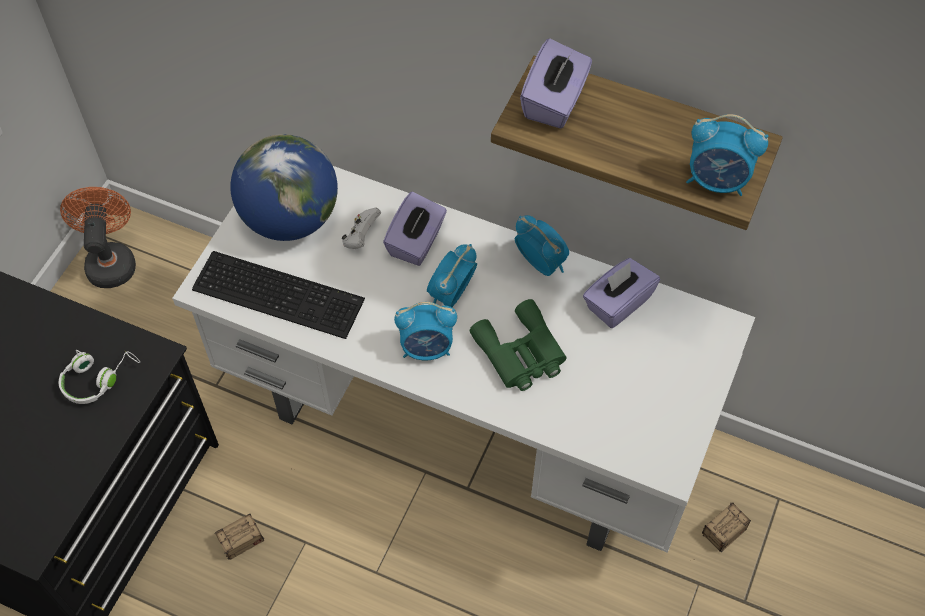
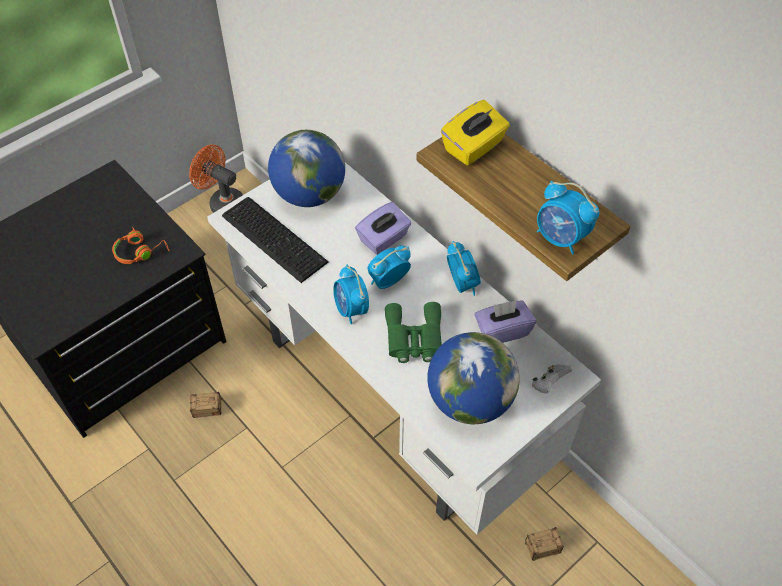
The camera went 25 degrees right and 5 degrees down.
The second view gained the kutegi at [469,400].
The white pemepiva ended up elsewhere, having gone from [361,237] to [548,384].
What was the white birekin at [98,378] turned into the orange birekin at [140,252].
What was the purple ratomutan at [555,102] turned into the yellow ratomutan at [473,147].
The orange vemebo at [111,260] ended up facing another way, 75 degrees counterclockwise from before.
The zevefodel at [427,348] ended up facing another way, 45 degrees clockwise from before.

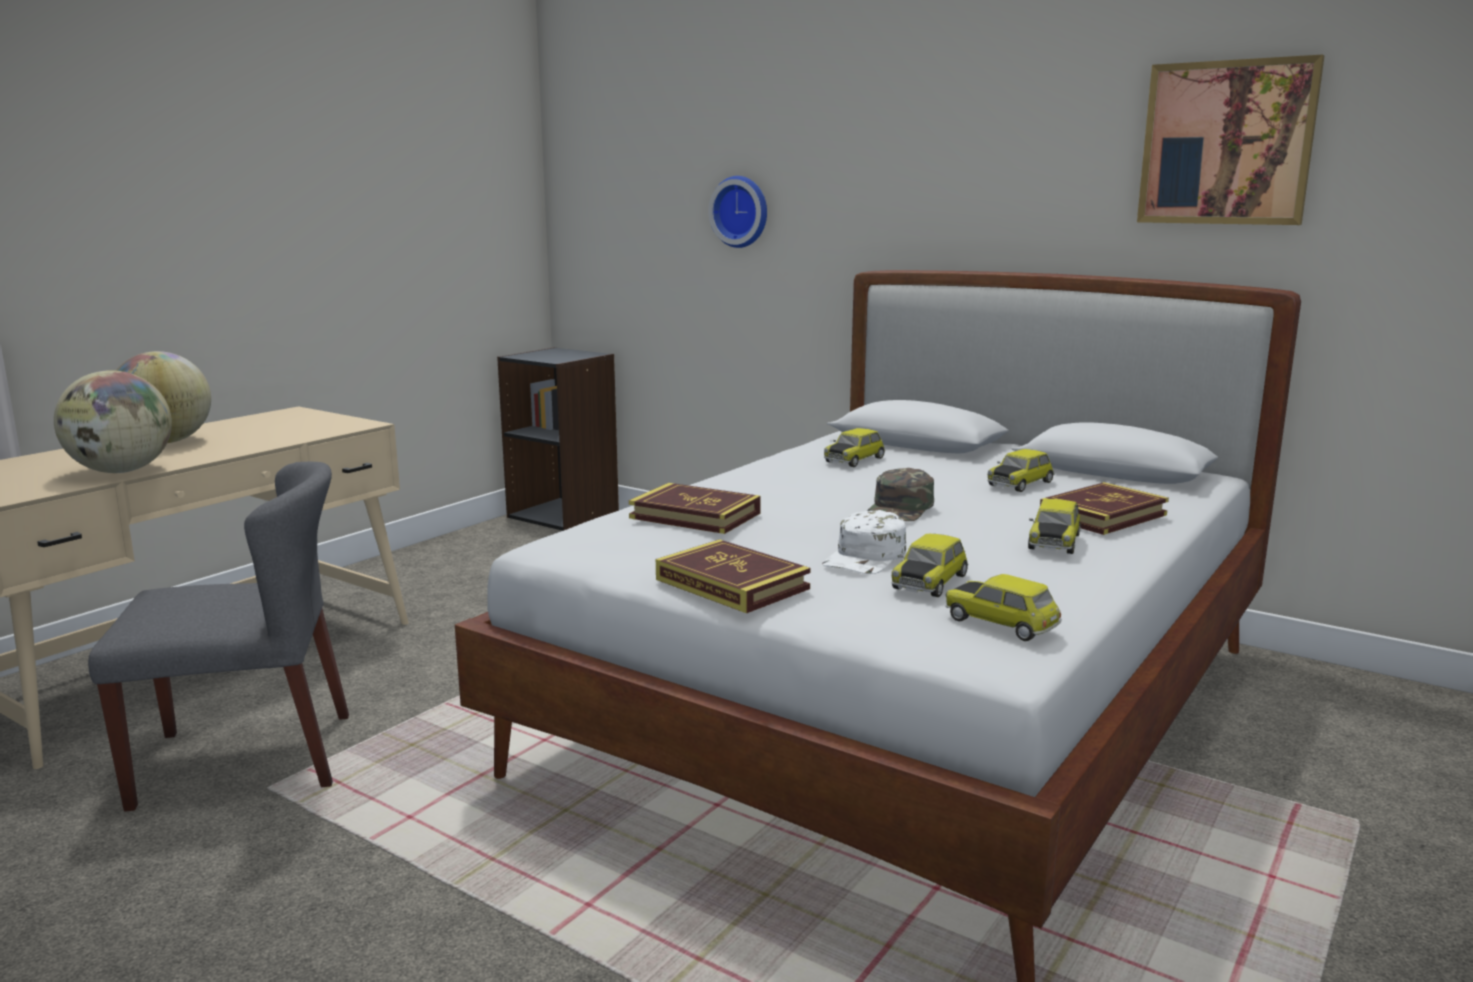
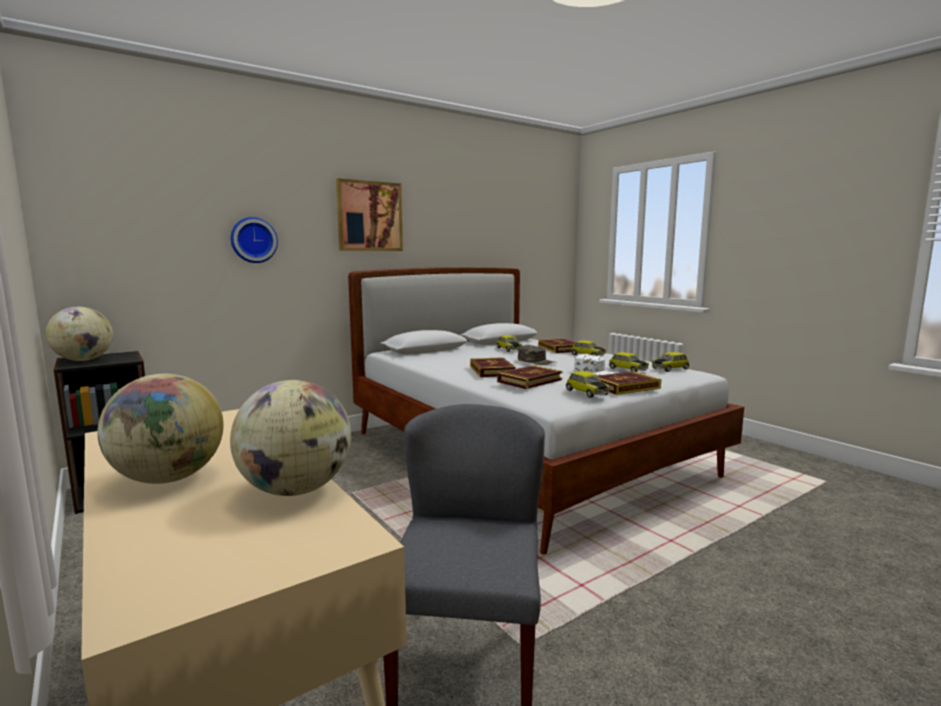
The camera went 70 degrees left and 5 degrees down.
The second view gained the kutegi at [84,360].
The second view gained the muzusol at [492,370].
The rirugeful ended up elsewhere, having gone from [854,460] to [586,392].
The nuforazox ended up elsewhere, having gone from [1226,143] to [369,216].

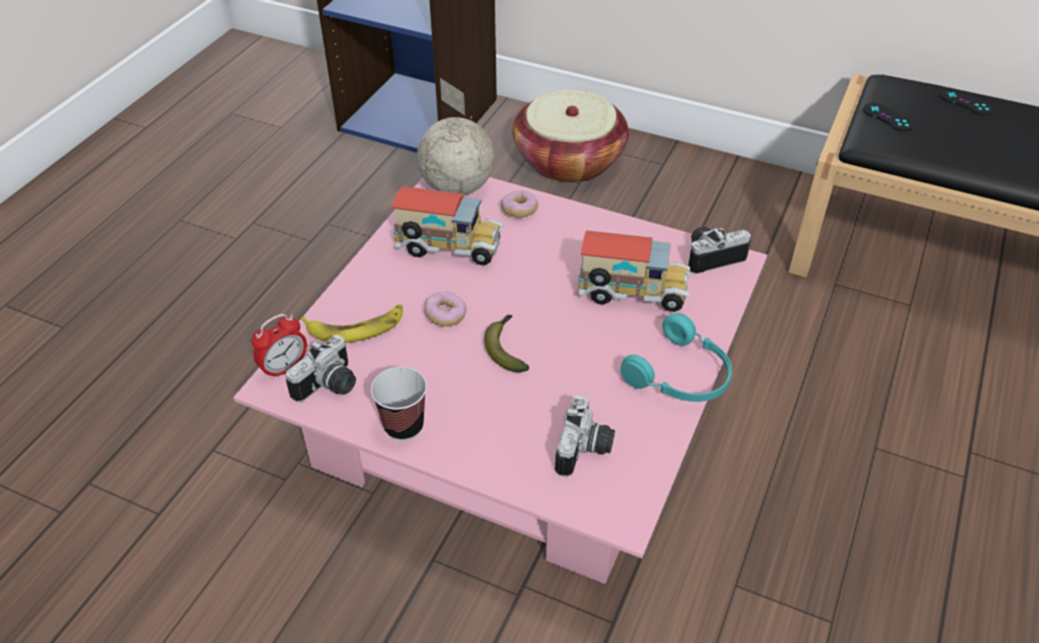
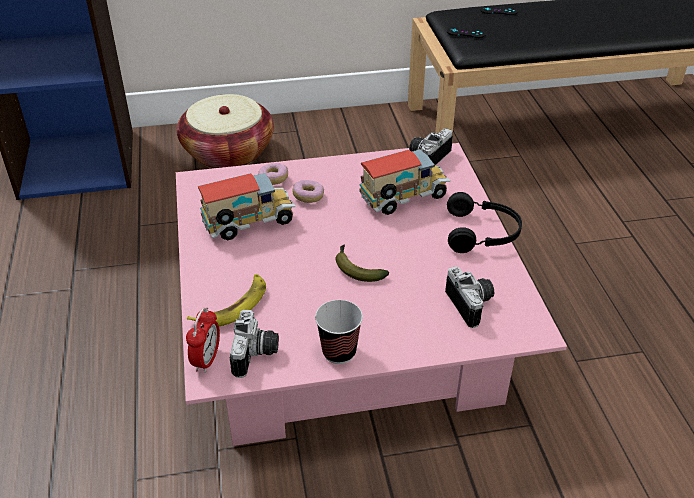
The camera went 35 degrees left and 5 degrees down.
The second view lost the kutegi at [457,187].
The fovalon ended up elsewhere, having gone from [445,316] to [308,197].
What was the turquoise birekin at [681,376] turned into the black birekin at [482,233].

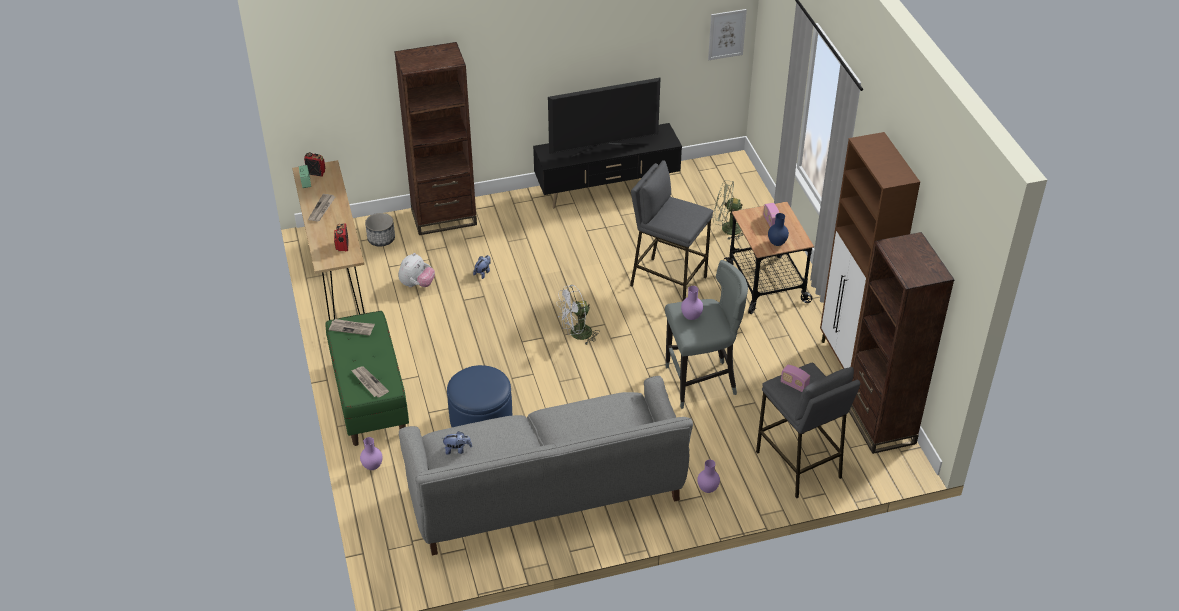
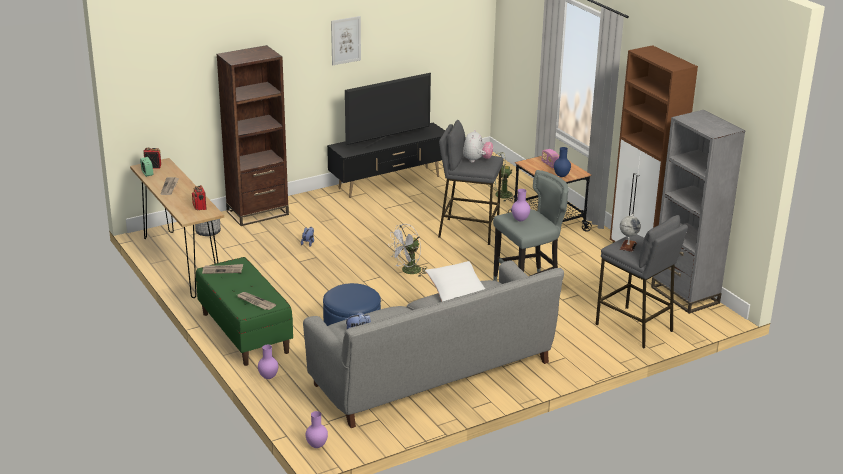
The camera went 15 degrees left and 15 degrees down.
The second view gained the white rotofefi at [456,291].
The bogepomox ended up elsewhere, having gone from [417,284] to [477,160].
The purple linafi ended up elsewhere, having gone from [707,489] to [317,446].
The nuforazox ended up elsewhere, having gone from [726,34] to [345,40].
Where the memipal stood at [794,385], the kutegi came to stand at [628,246].
What was the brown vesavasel at [880,424] turned into the grey vesavasel at [684,295].

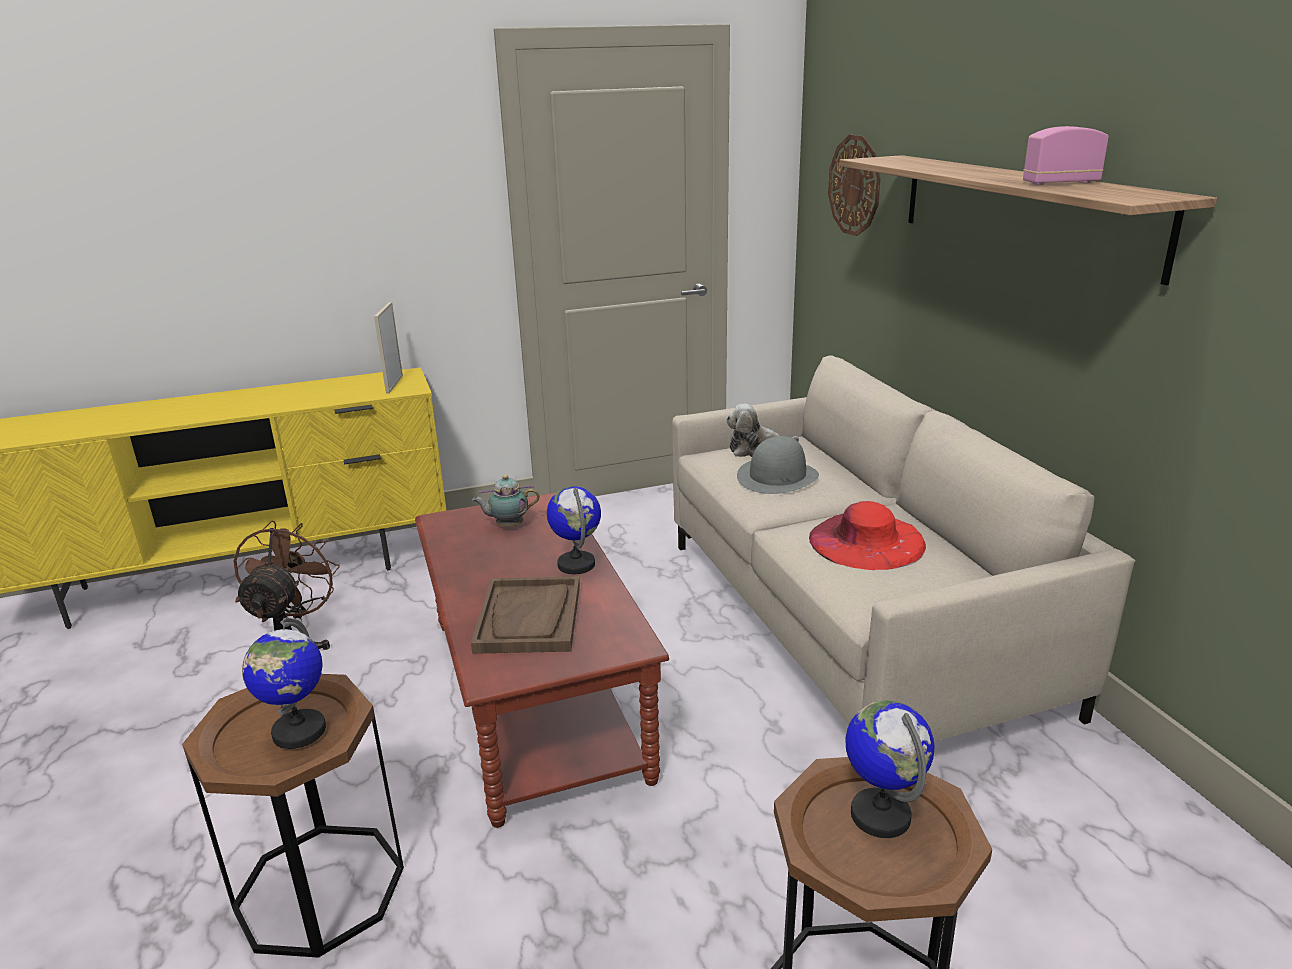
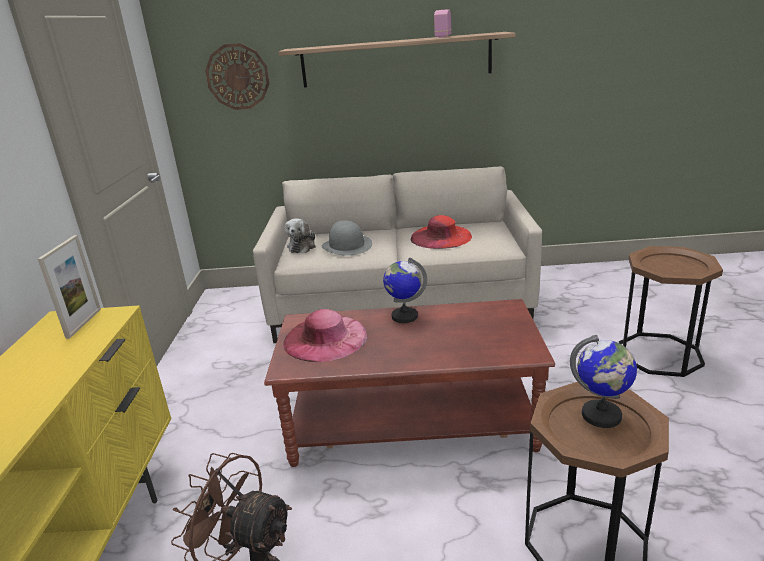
The camera went 70 degrees left and 0 degrees up.
The second view lost the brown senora at [529,618].
The second view lost the kutegi at [880,815].
Where the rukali stood at [508,526], the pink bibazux came to stand at [325,338].
The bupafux at [394,384] ended up facing another way, 105 degrees counterclockwise from before.

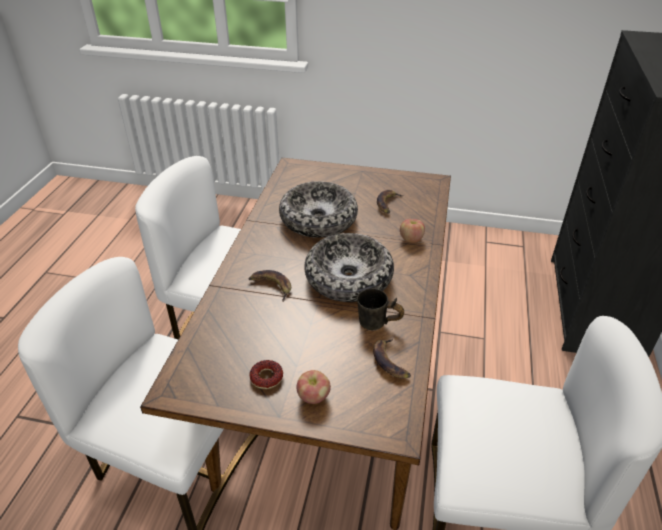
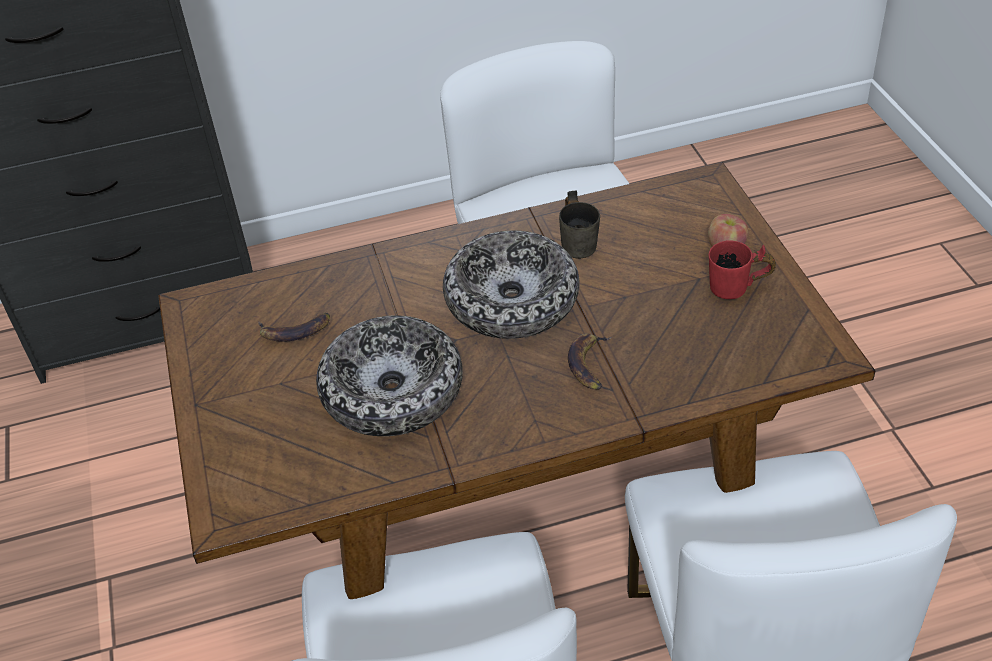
The camera went 115 degrees left and 5 degrees up.
The second view lost the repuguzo at [390,361].
The second view lost the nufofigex at [411,239].
Where the fovalon stood at [266,377], the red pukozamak came to stand at [737,292].

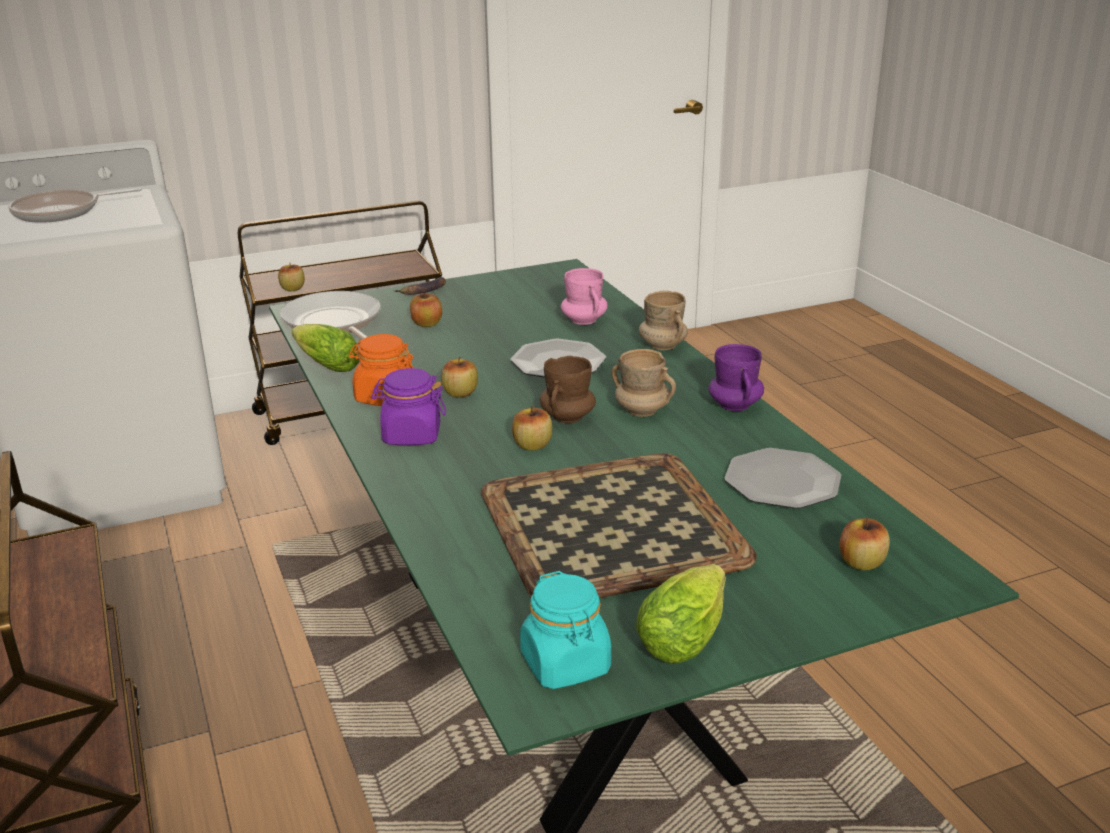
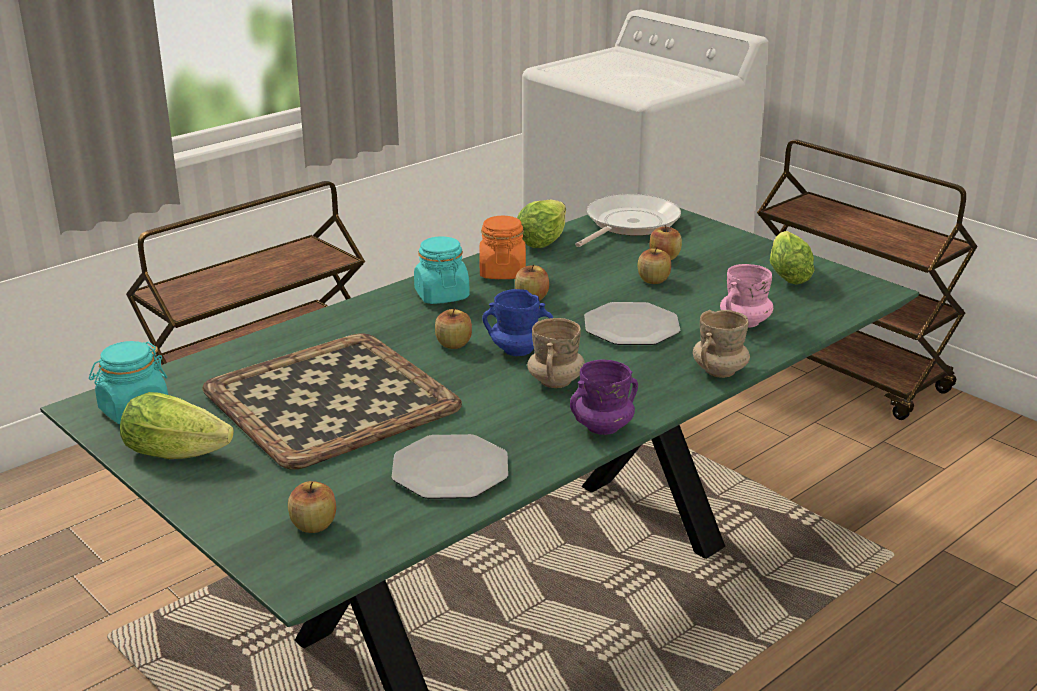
The camera went 70 degrees right and 0 degrees up.
The second view lost the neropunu at [61,212].
The second view lost the repuguzo at [423,290].
The second view gained the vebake at [788,273].
The nufofigex ended up elsewhere, having gone from [292,289] to [653,280].
What was the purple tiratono at [411,435] turned into the turquoise tiratono at [441,295].
What was the brown pukozamak at [567,417] turned into the blue pukozamak at [518,350].

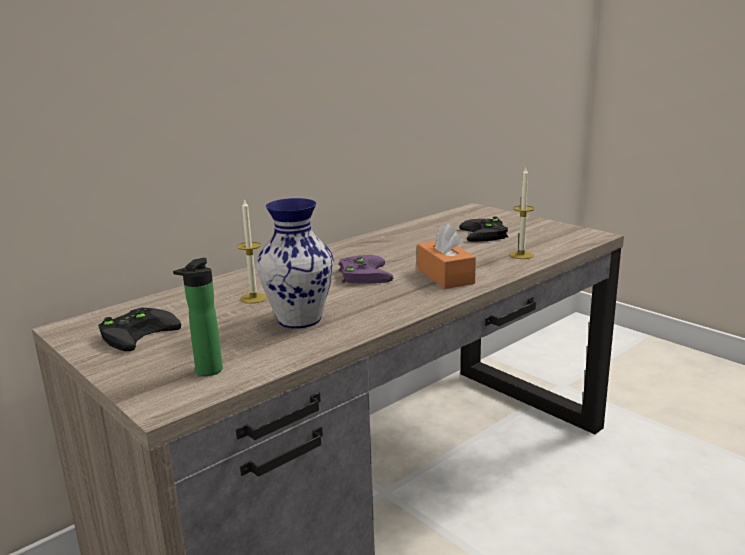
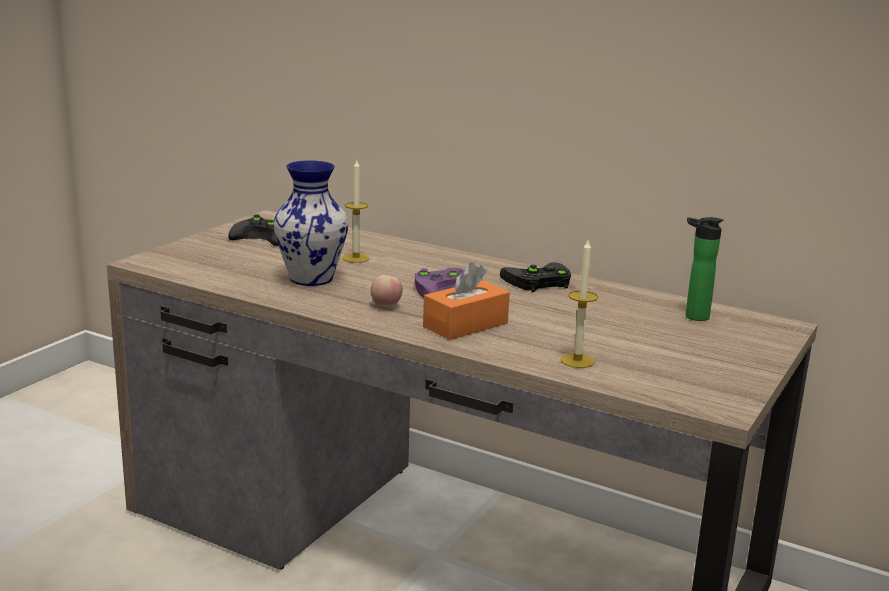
The camera went 70 degrees right and 0 degrees up.
The second view gained the nufofigex at [386,306].
The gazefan ended up elsewhere, having gone from [206,372] to [693,316].
The black pemepiva ended up elsewhere, having gone from [486,234] to [536,282].

